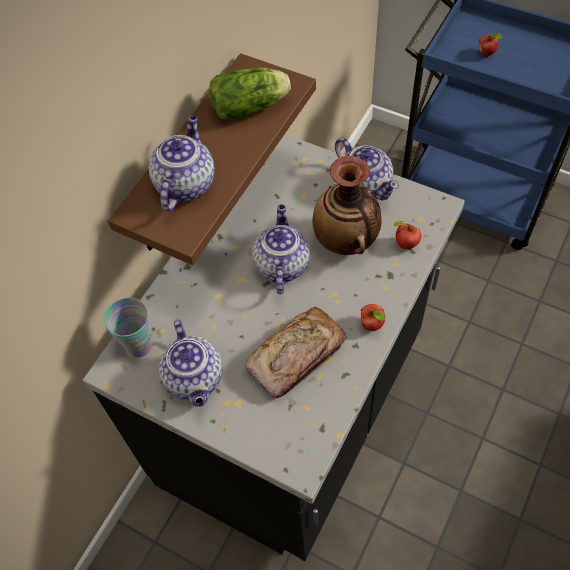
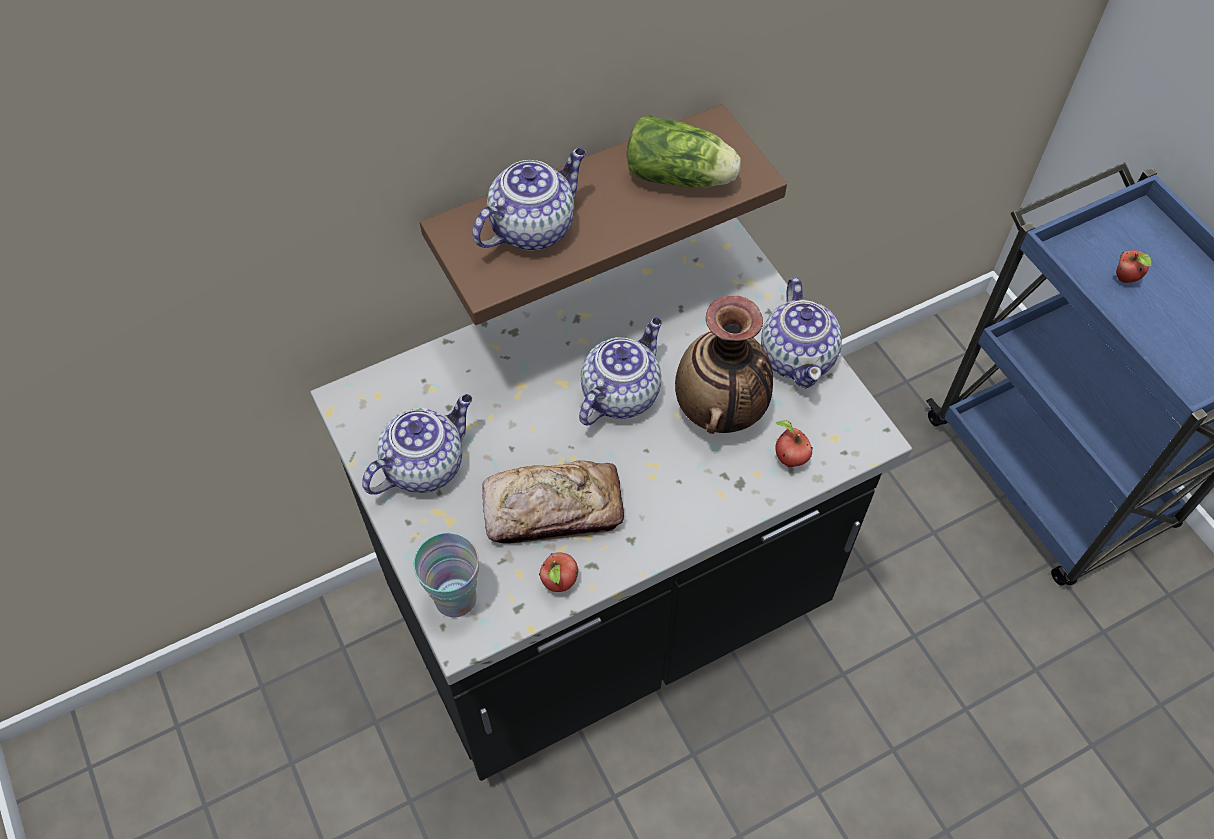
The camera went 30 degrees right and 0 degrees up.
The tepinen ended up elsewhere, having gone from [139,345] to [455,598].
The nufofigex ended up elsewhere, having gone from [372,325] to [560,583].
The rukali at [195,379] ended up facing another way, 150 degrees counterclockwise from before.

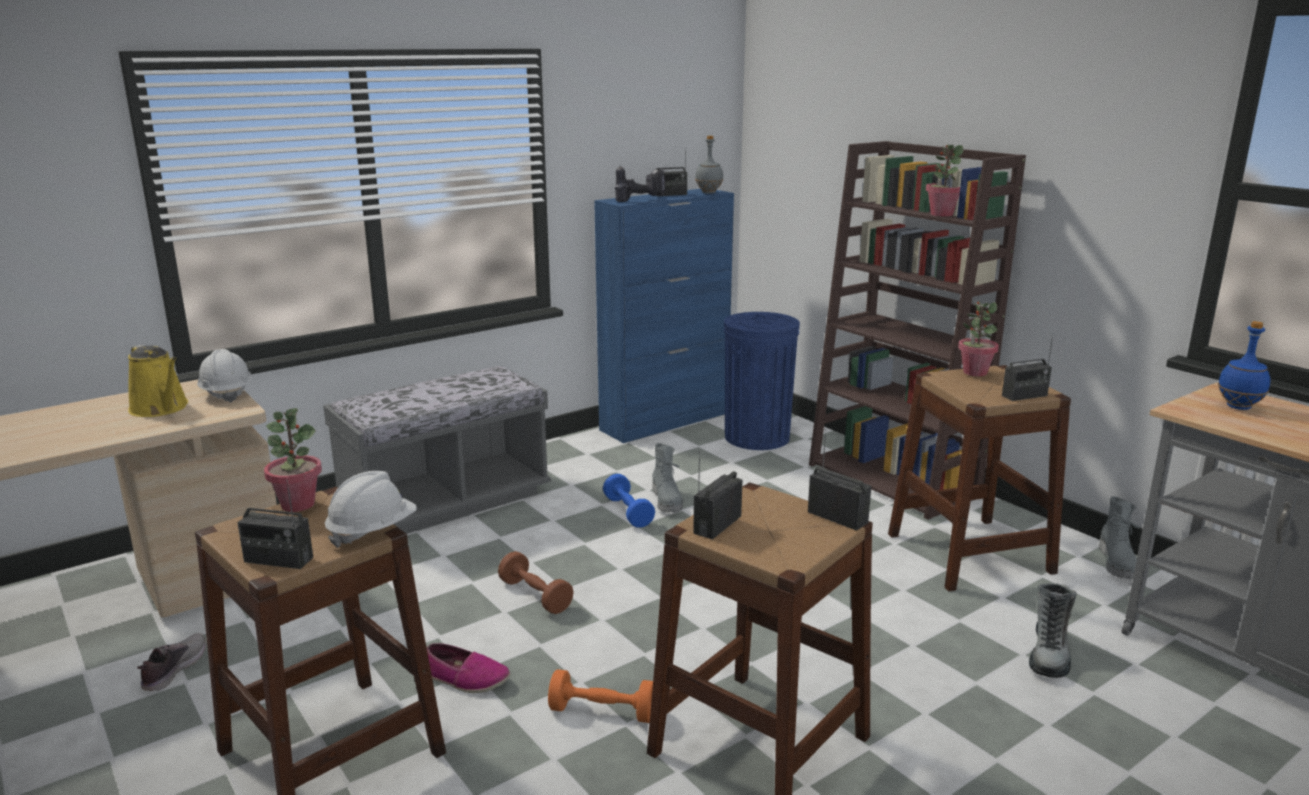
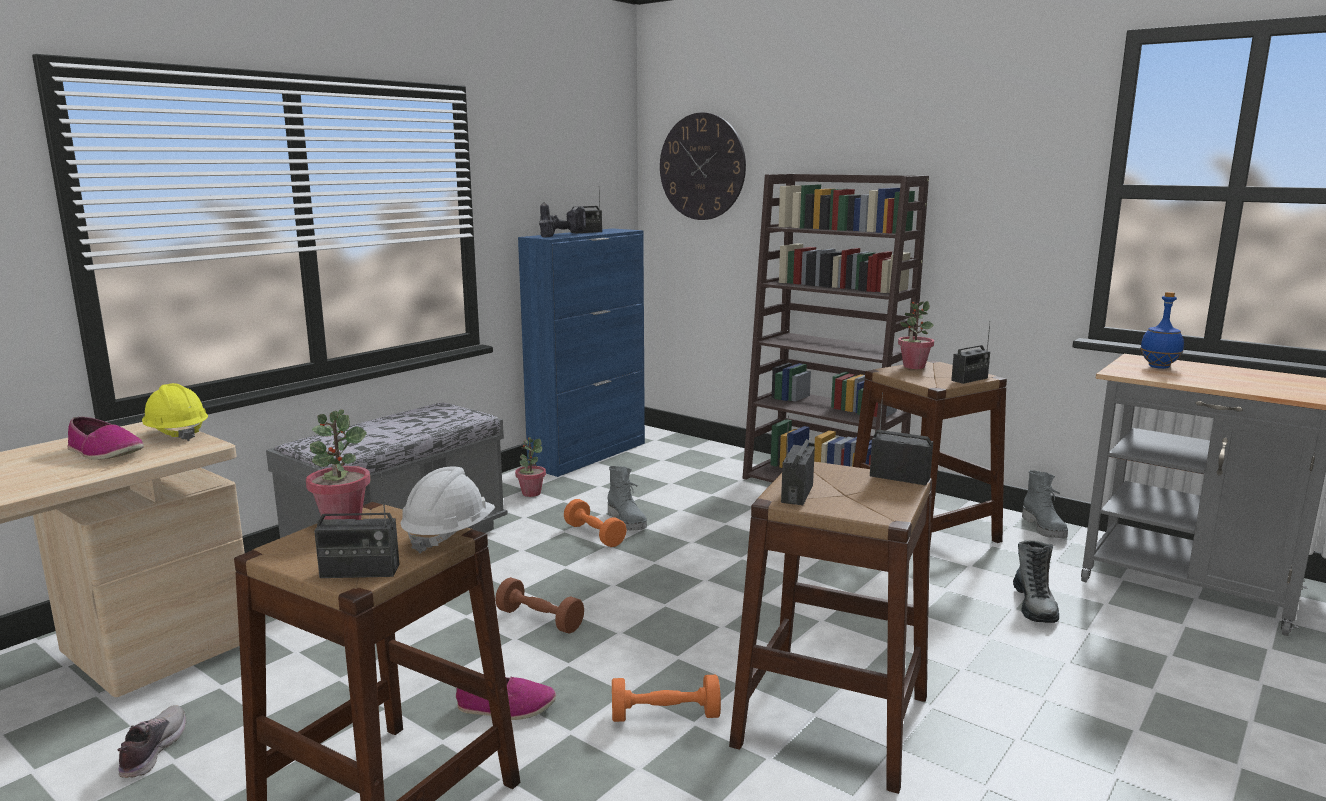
The camera went 15 degrees left and 5 degrees down.
The second view lost the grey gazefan at [709,193].
The second view lost the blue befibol at [757,437].
The second view gained the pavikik at [702,167].
The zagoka ended up elsewhere, having gone from [941,214] to [531,493].
Where the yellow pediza stood at [161,409], the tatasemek came to stand at [104,452].
What was the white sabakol at [226,393] turned into the yellow sabakol at [176,433].
What was the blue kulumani at [628,512] turned into the orange kulumani at [594,535].

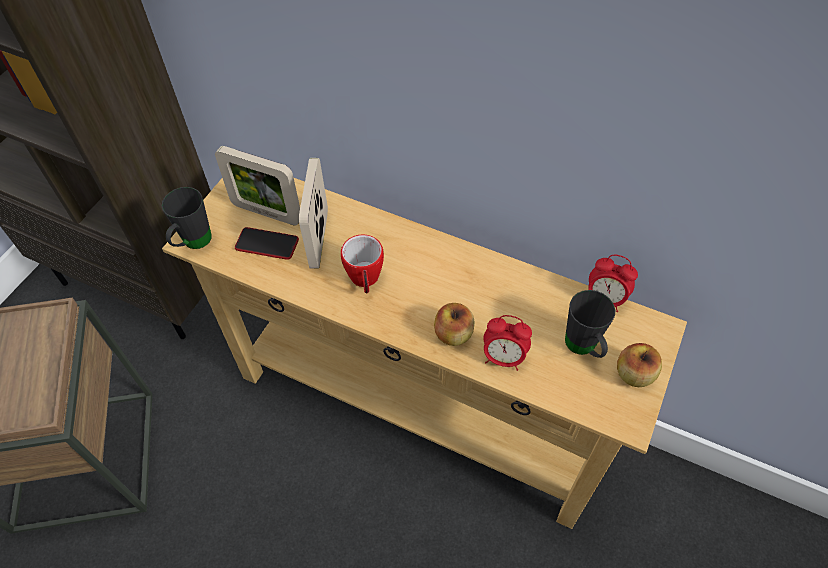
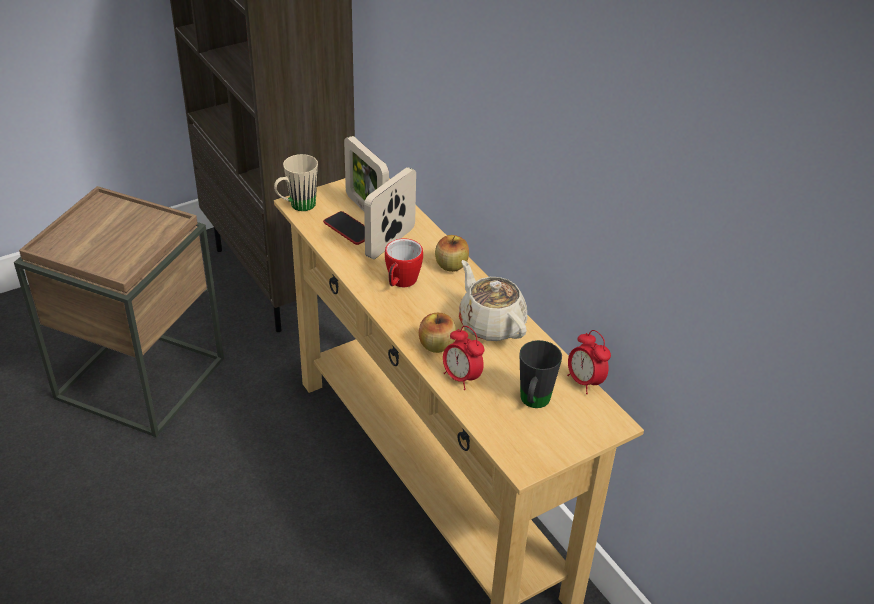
The camera went 30 degrees right and 15 degrees down.
The second view gained the beige rukali at [491,324].
The nufofigex ended up elsewhere, having gone from [634,374] to [451,265].
What was the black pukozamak at [193,244] turned into the beige pukozamak at [297,206].

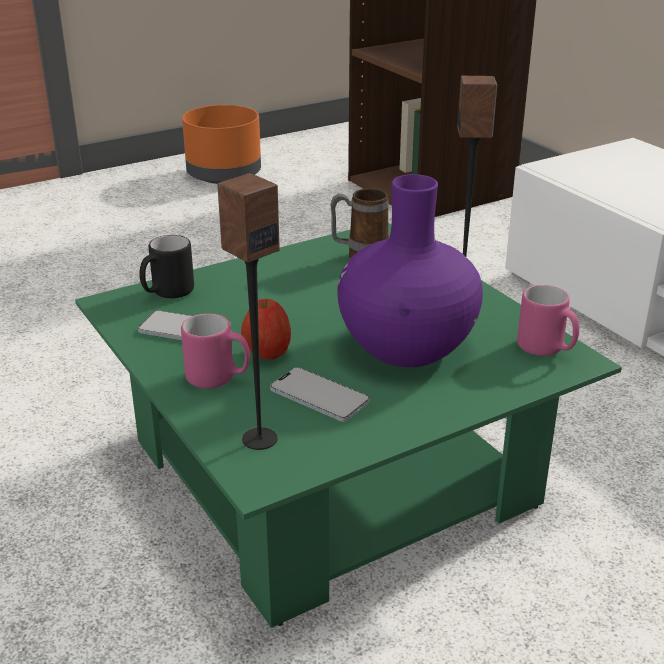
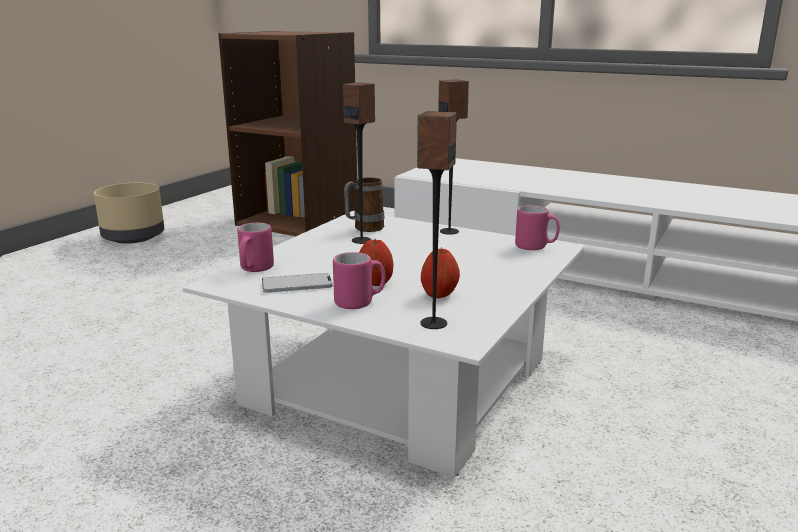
The camera went 30 degrees left and 10 degrees down.
The second view lost the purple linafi at [406,347].
The second view gained the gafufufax at [362,240].
Where the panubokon stood at [319,396], the nufofigex came to stand at [439,295].
What was the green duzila at [332,472] turned into the white duzila at [398,382].
What was the black pukozamak at [167,293] turned into the pink pukozamak at [254,270].
What was the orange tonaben at [224,174] turned into the beige tonaben at [133,237].

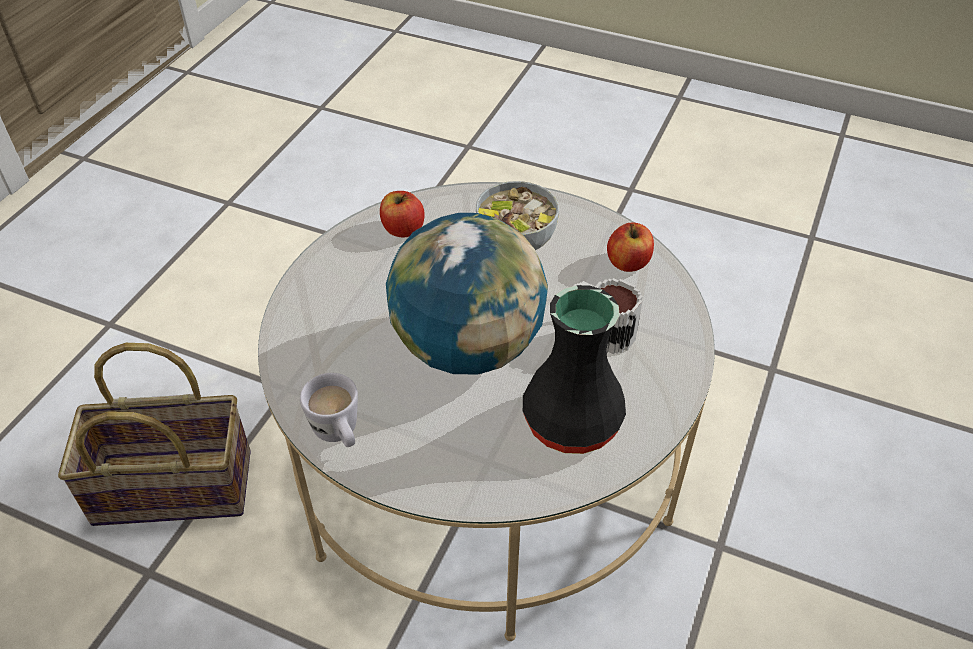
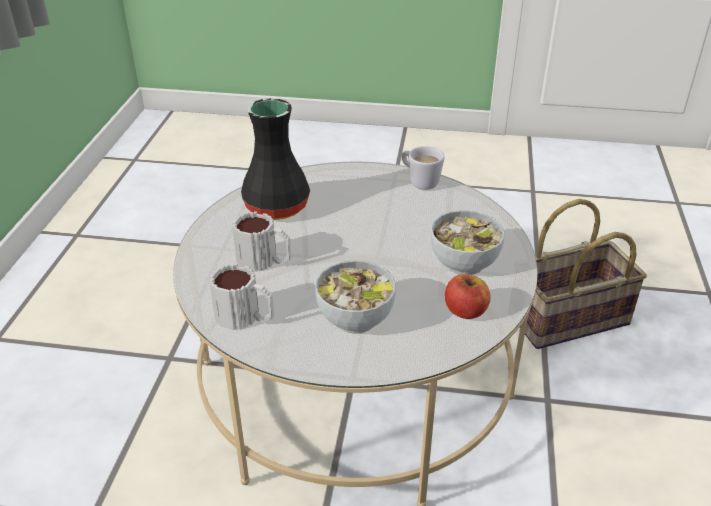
The camera went 165 degrees right and 10 degrees down.
The second view lost the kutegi at [468,347].
The second view gained the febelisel at [464,263].
Where the nufofigex stood at [628,262], the pukozamak came to stand at [246,317].

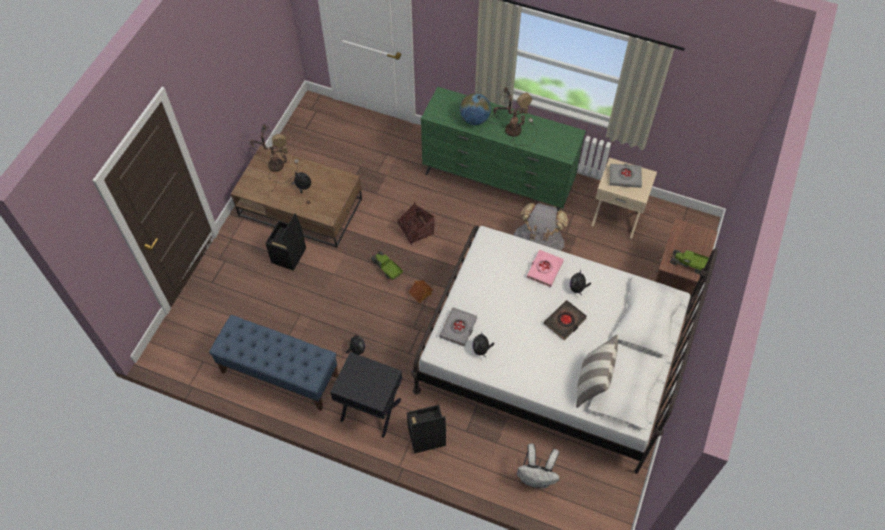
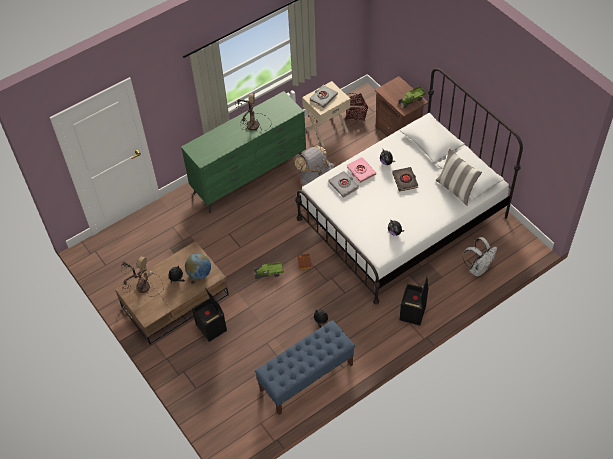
The camera went 55 degrees left and 5 degrees down.
The second view lost the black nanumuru at [370,410].
The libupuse ended up elsewhere, having gone from [416,230] to [355,114].
The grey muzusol ended up elsewhere, having gone from [458,328] to [343,185].
The kutegi ended up elsewhere, having gone from [474,119] to [199,273].

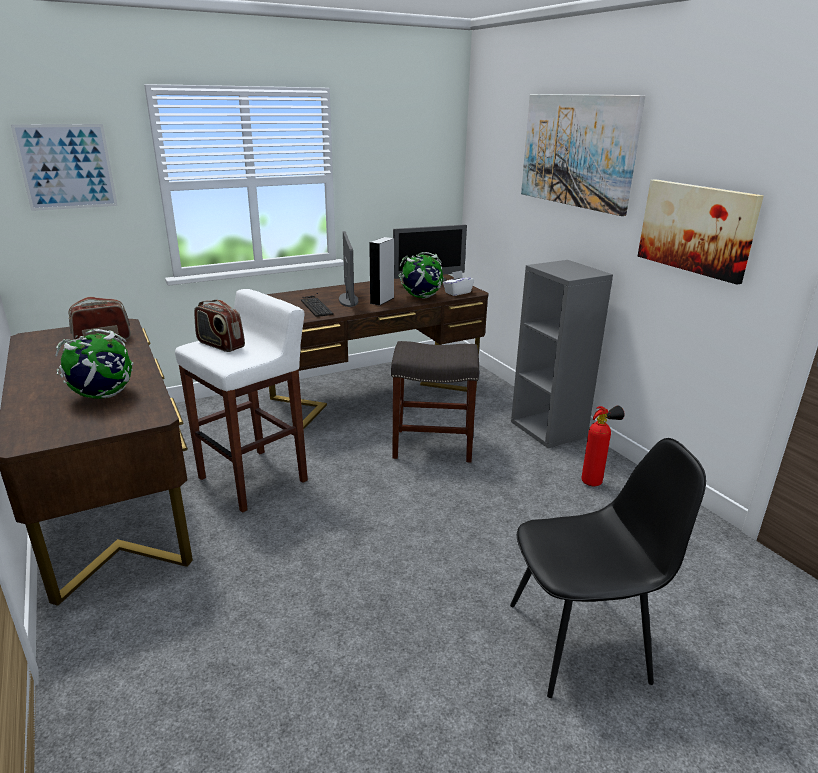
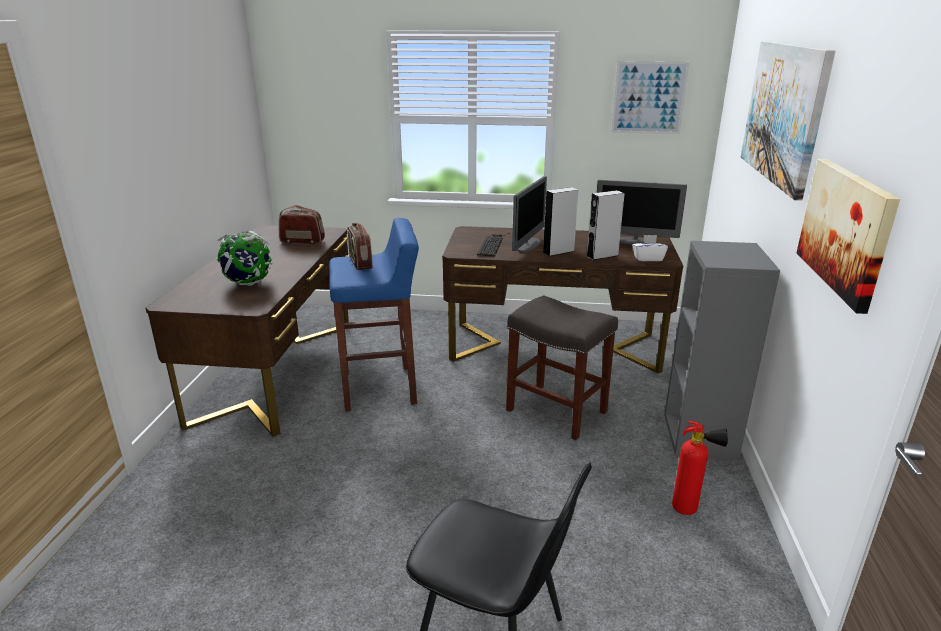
The camera went 35 degrees right and 0 degrees up.
The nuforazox ended up elsewhere, having gone from [67,167] to [648,98].
Where the kutegi stood at [421,297], the grey gafufufax came to stand at [602,255].
What was the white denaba at [255,479] turned into the blue denaba at [380,388].

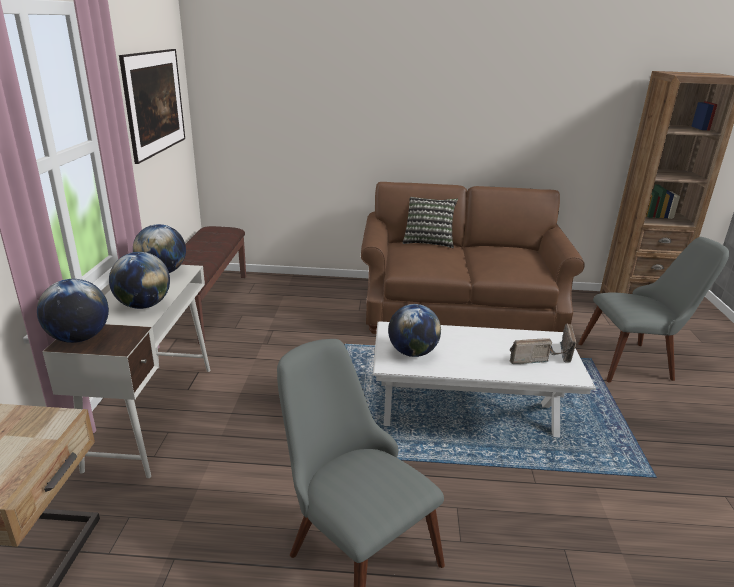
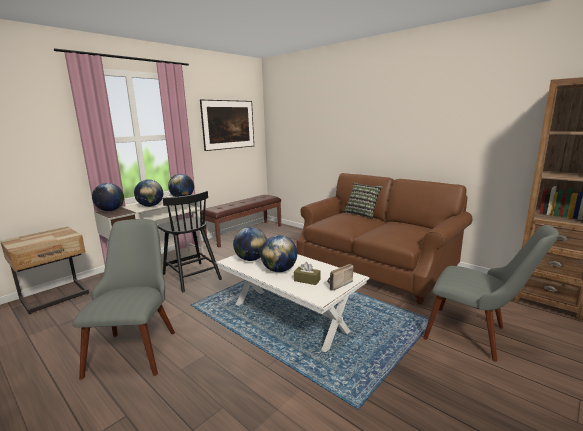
The camera went 40 degrees right and 10 degrees down.
The second view gained the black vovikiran at [191,276].
The second view gained the kutegi at [279,270].
Where the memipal stood at [525,359], the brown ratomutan came to stand at [307,280].

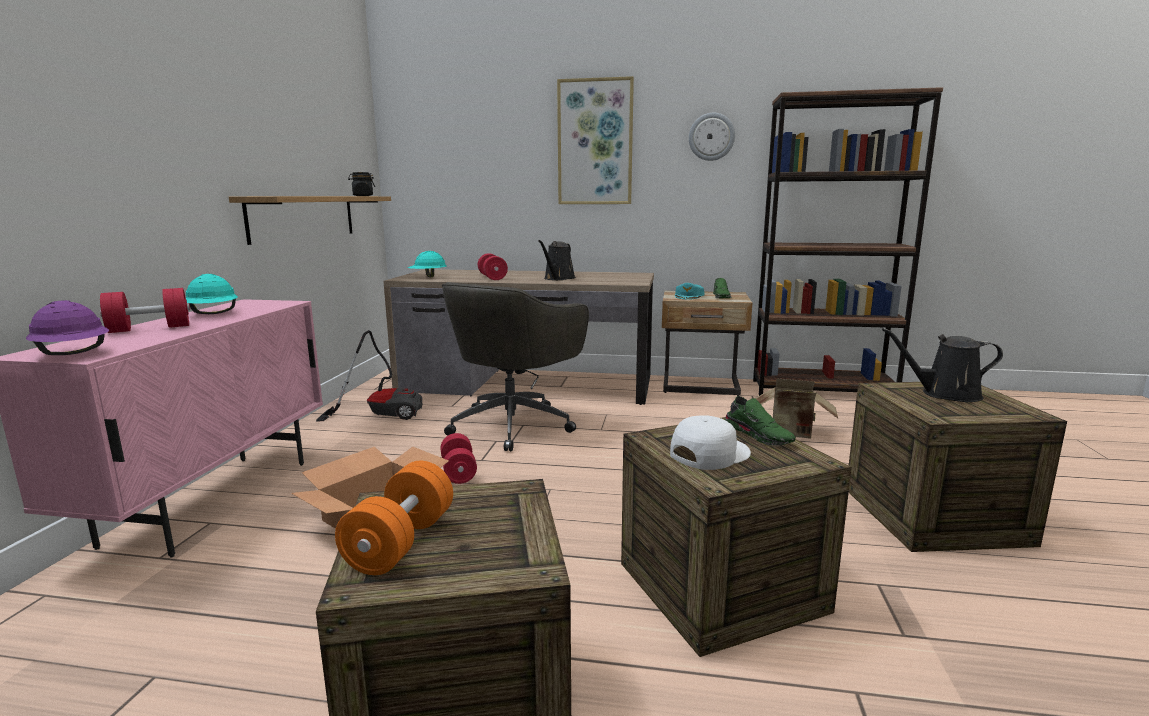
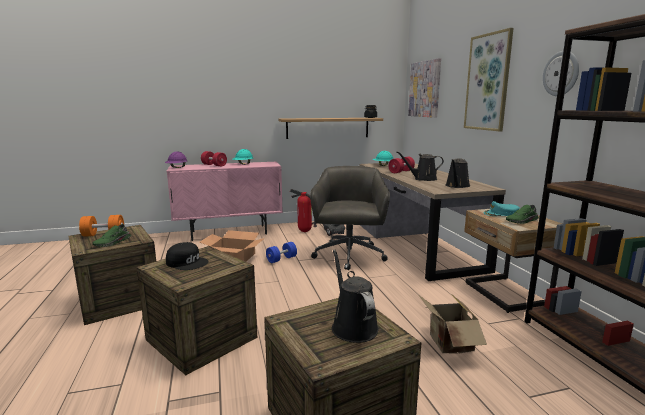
The camera went 65 degrees right and 0 degrees up.
The second view gained the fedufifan at [304,231].
The second view gained the nuforazox at [424,89].
The second view gained the black pediza at [457,186].
The green tatasemek ended up elsewhere, having gone from [759,435] to [113,243].
What was the red kulumani at [458,471] turned into the blue kulumani at [281,259].
What was the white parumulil at [708,453] turned into the black parumulil at [187,262].
The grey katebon at [514,424] ended up facing another way, 90 degrees clockwise from before.

